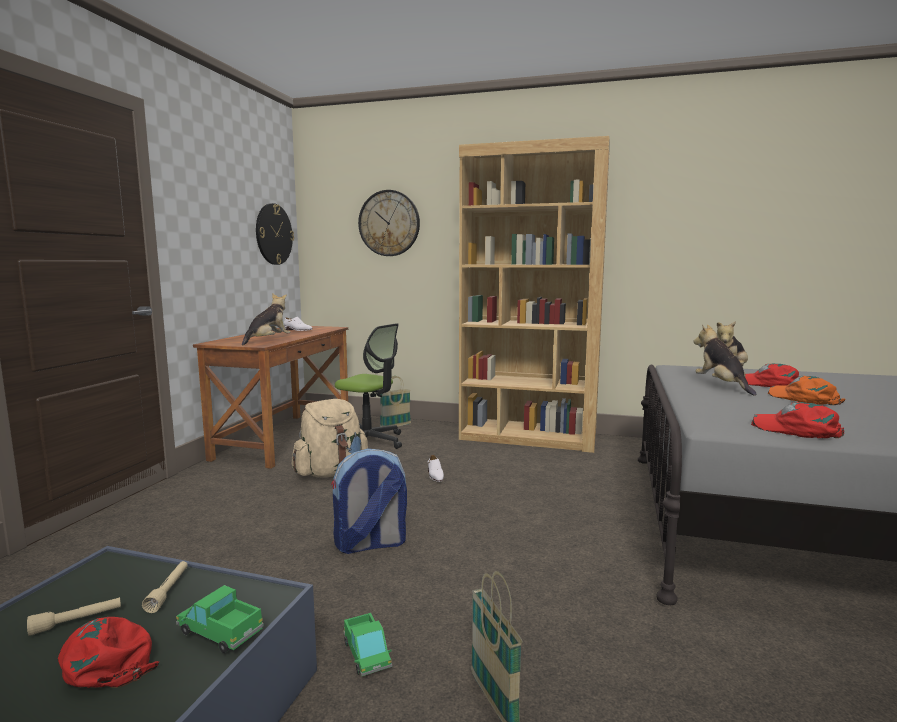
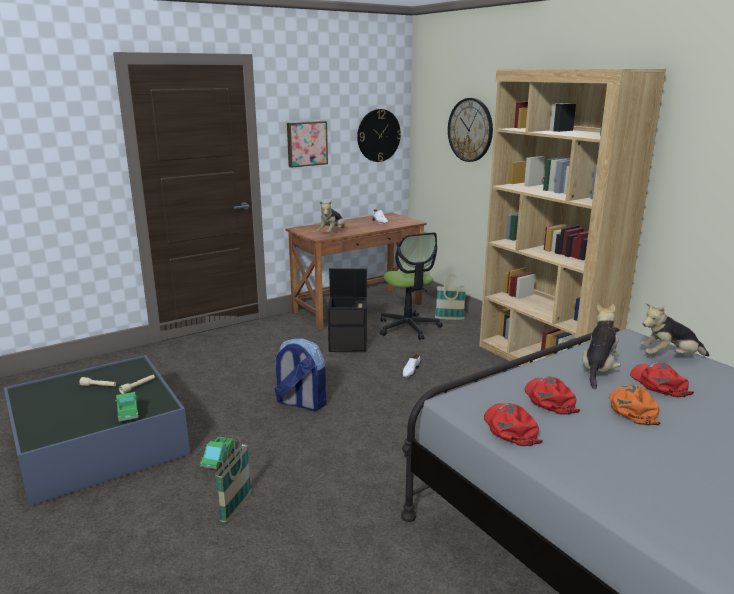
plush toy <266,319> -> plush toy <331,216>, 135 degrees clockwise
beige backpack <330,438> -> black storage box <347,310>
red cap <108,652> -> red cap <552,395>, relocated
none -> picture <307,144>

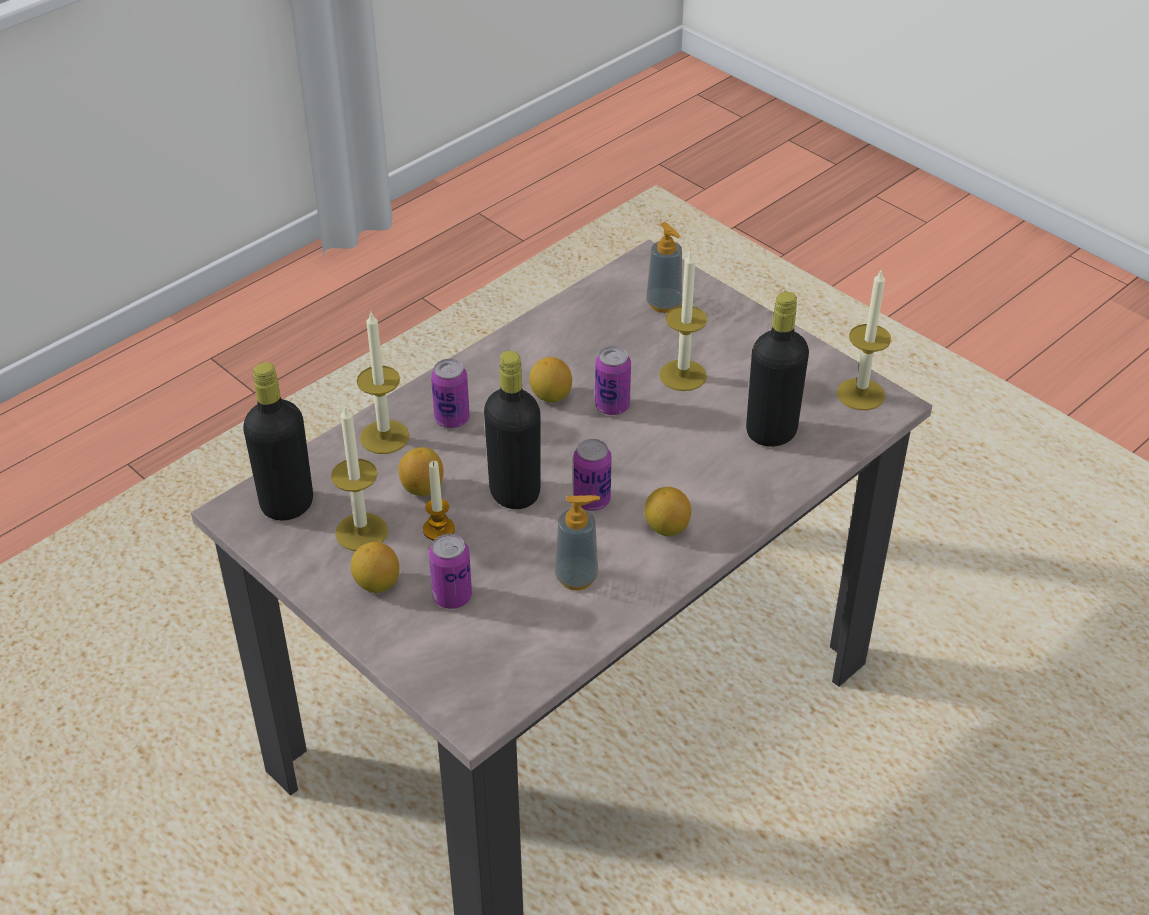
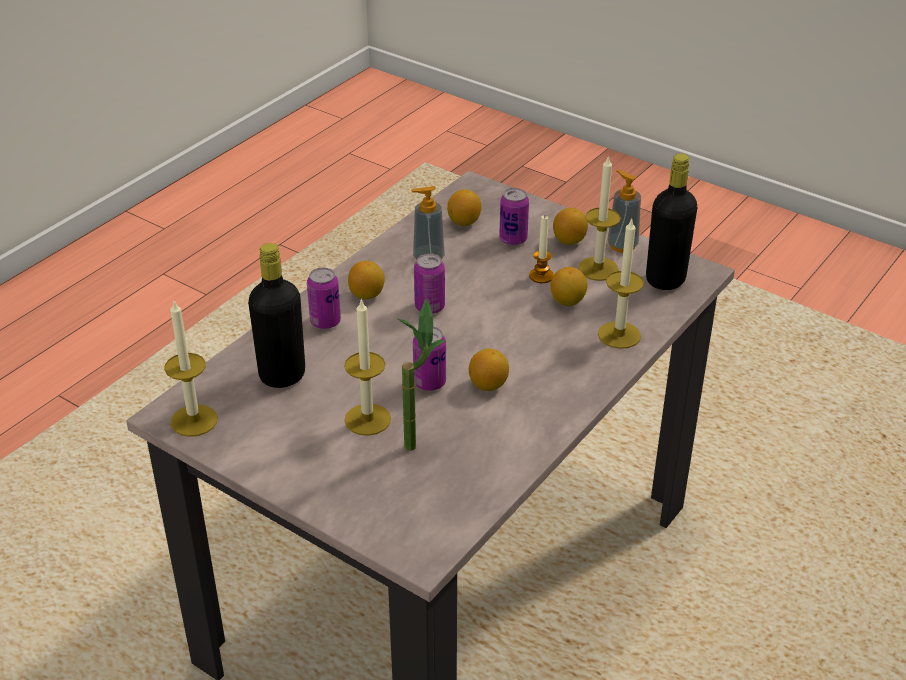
liquid soap bottle <664,267> -> liquid soap bottle <624,211>, relocated
black bottle <512,430> -> none
sealed can <450,393> -> sealed can <324,298>, relocated
none -> lemon <464,208>
none -> potted plant <422,375>

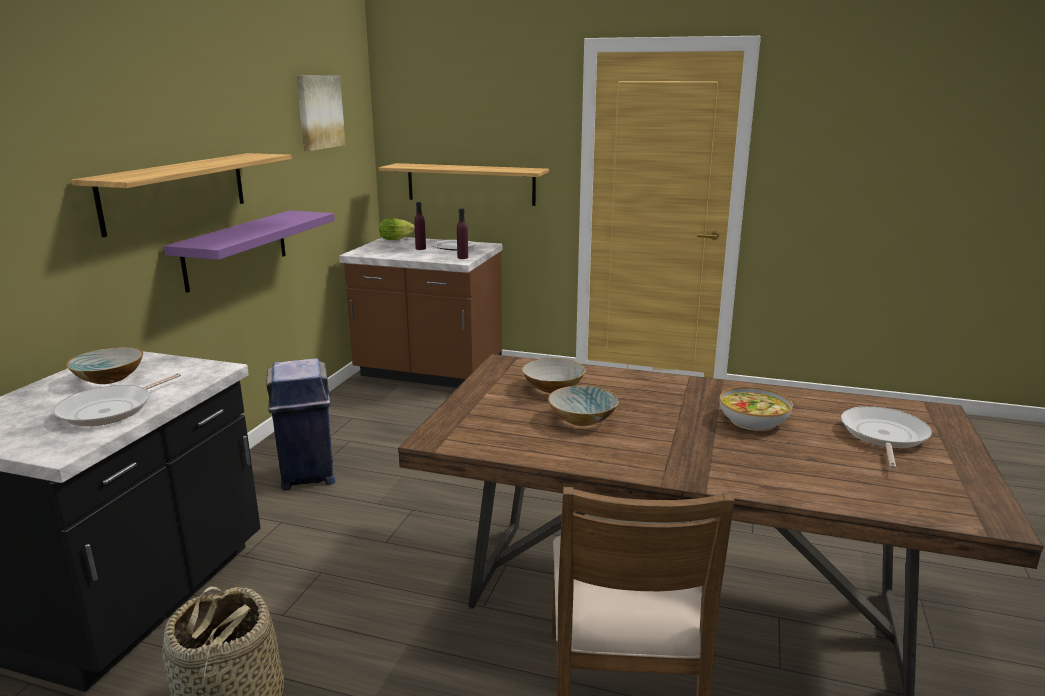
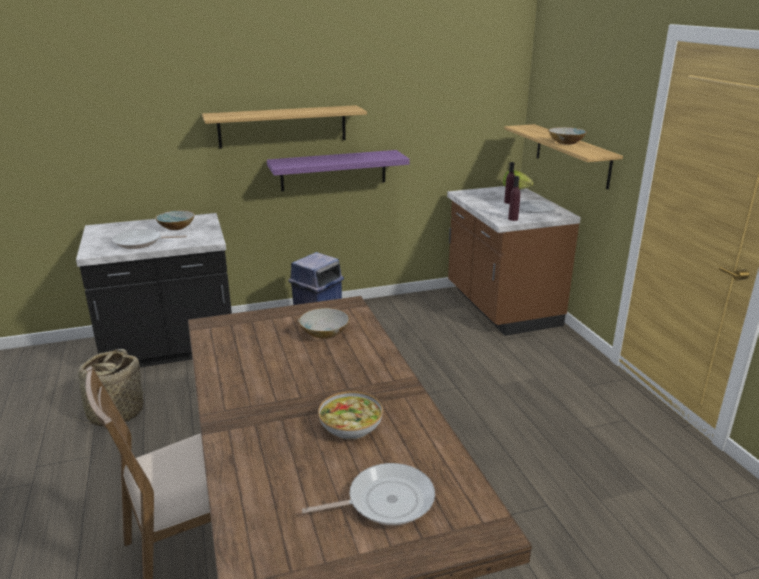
picture <321,113> -> none
deep dish <583,406> -> deep dish <567,136>, relocated

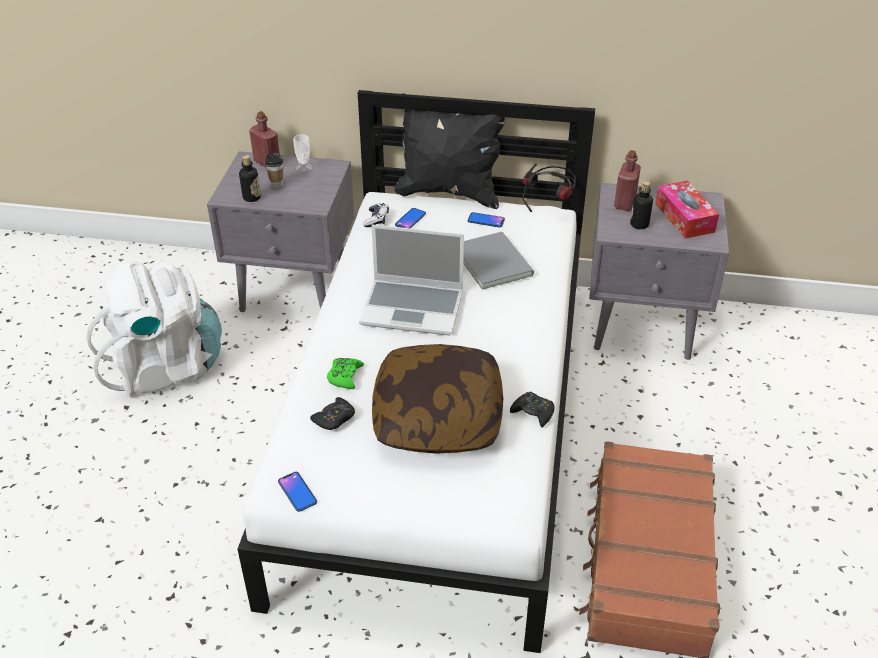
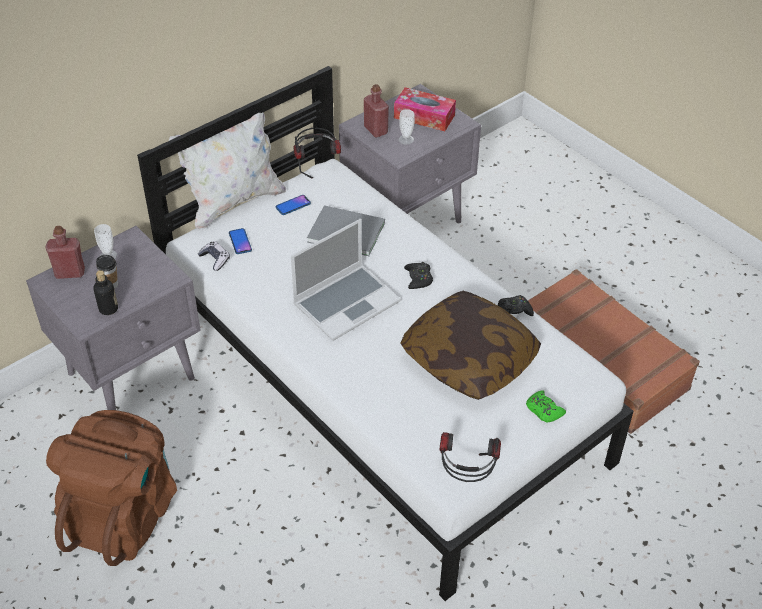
black pillow <449,151> -> white-coloured pillow <227,170>
bottle <641,205> -> drinking cup <407,127>
white-coloured backpack <154,328> -> brownish backpack <111,488>
green gamepad <345,373> -> green gamepad <546,406>, relocated
black gamepad <332,413> -> black gamepad <418,275>, relocated
handset <297,492> -> pair of headphones <470,457>

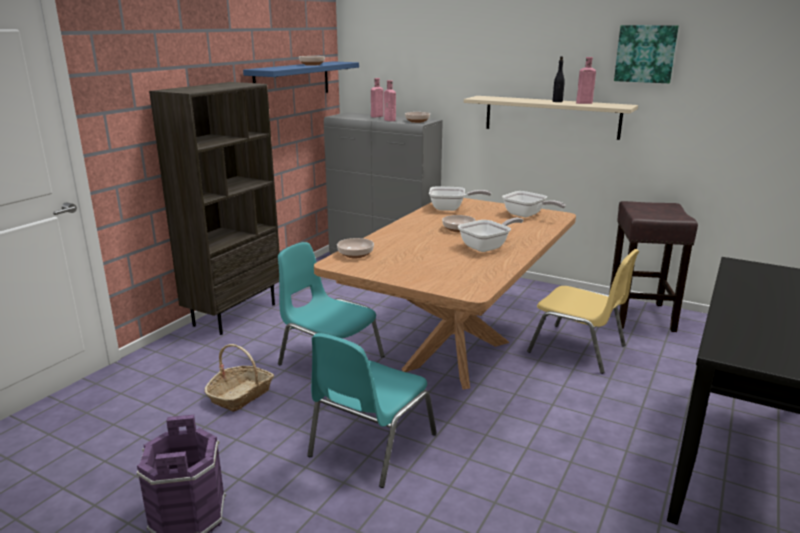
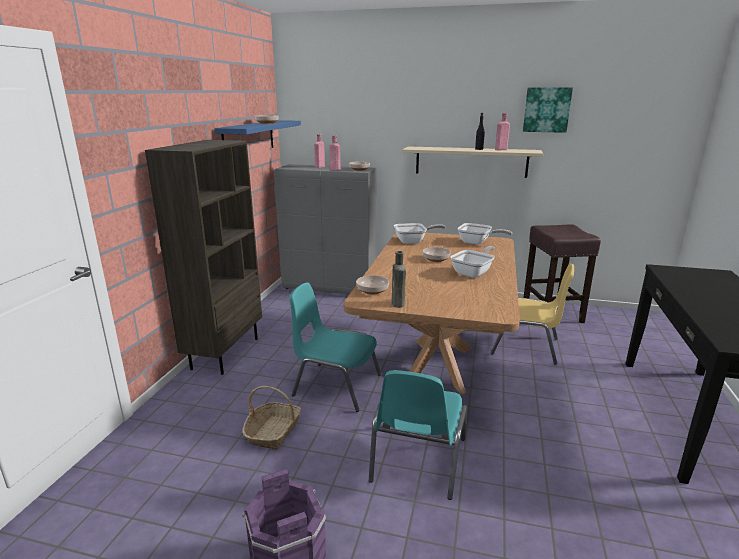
none -> brownish bottle <399,279>

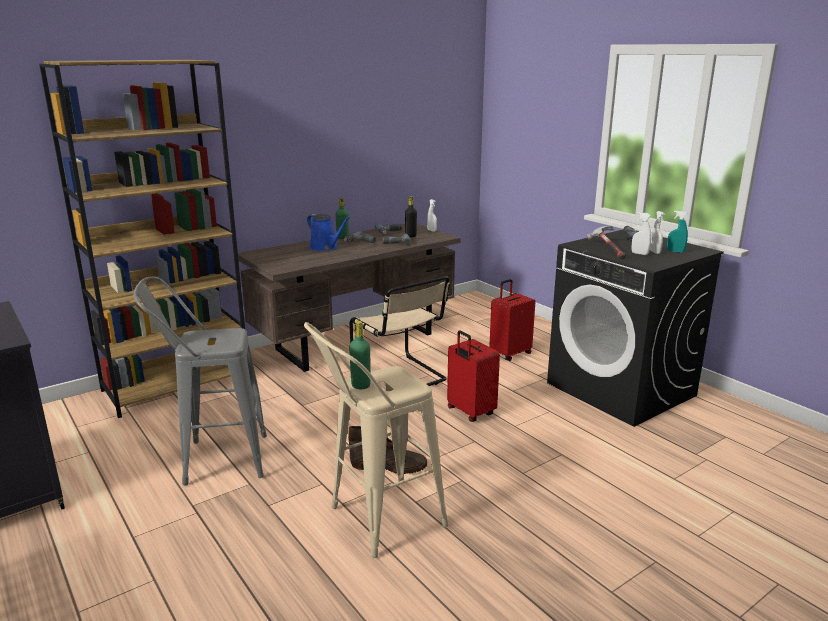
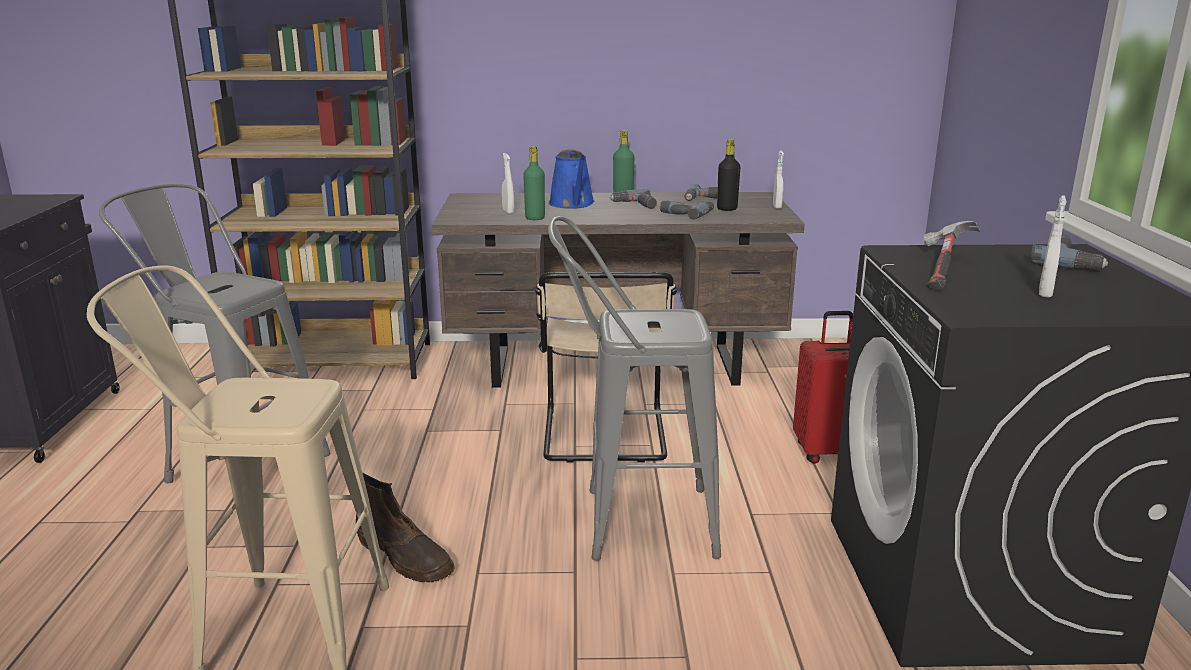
blue-green hand sprayer <677,231> -> none
white-coloured hand sprayer <642,233> -> white-coloured hand sprayer <508,183>, relocated
green bottle <360,355> -> green bottle <534,183>, relocated
red suitcase <473,376> -> greyish stool seat <634,388>

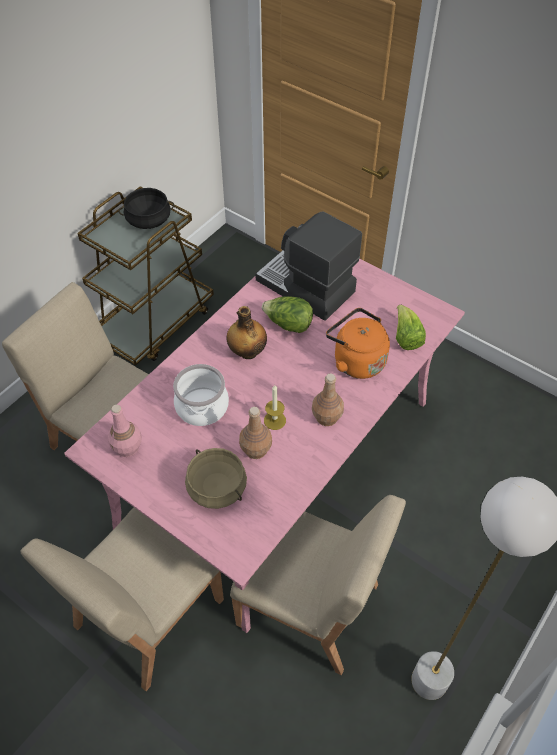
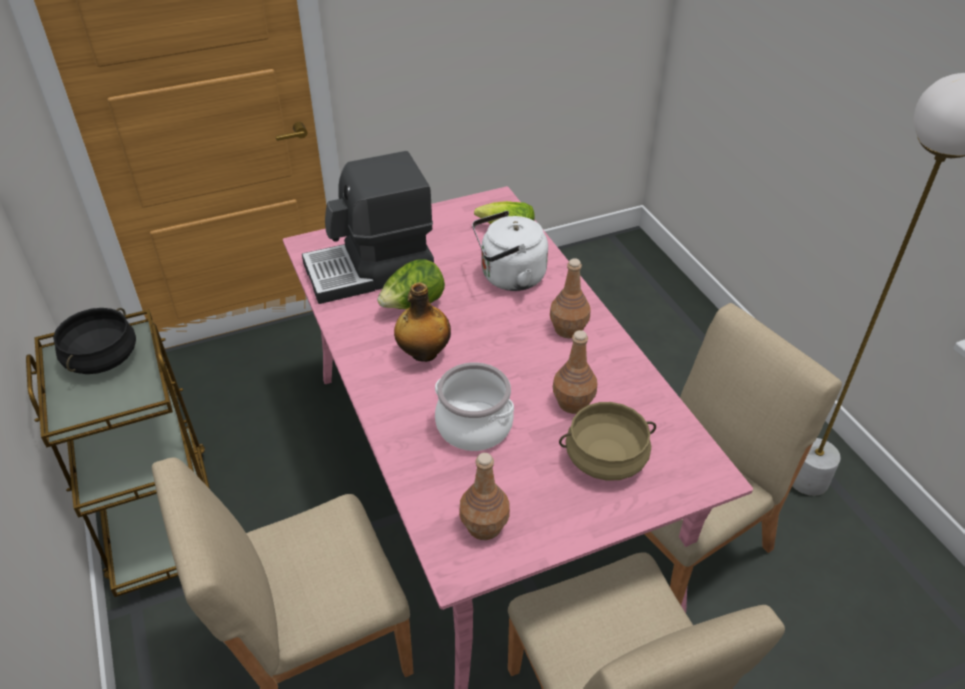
orange-coloured water kettle <358,343> -> white-coloured water kettle <510,251>
wax light <275,407> -> none
pinkish bottle <125,431> -> brownish bottle <484,496>

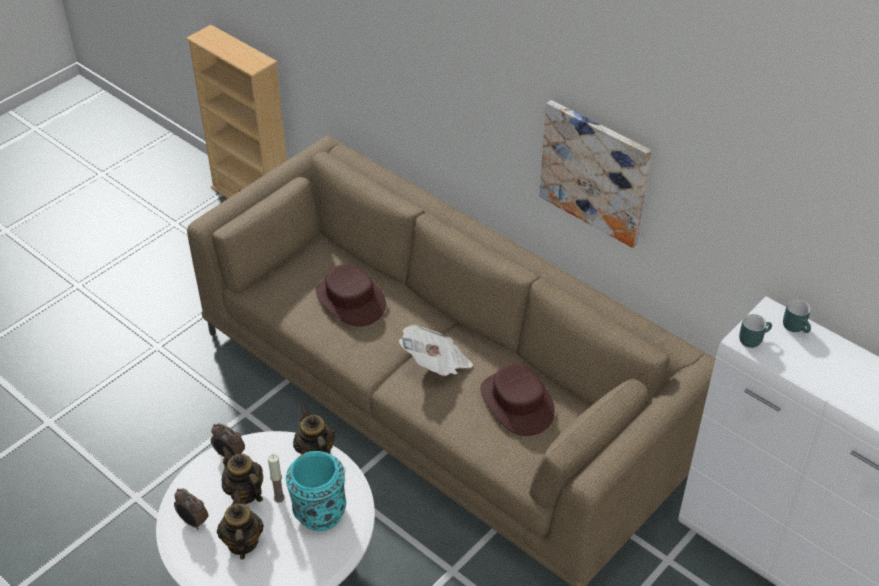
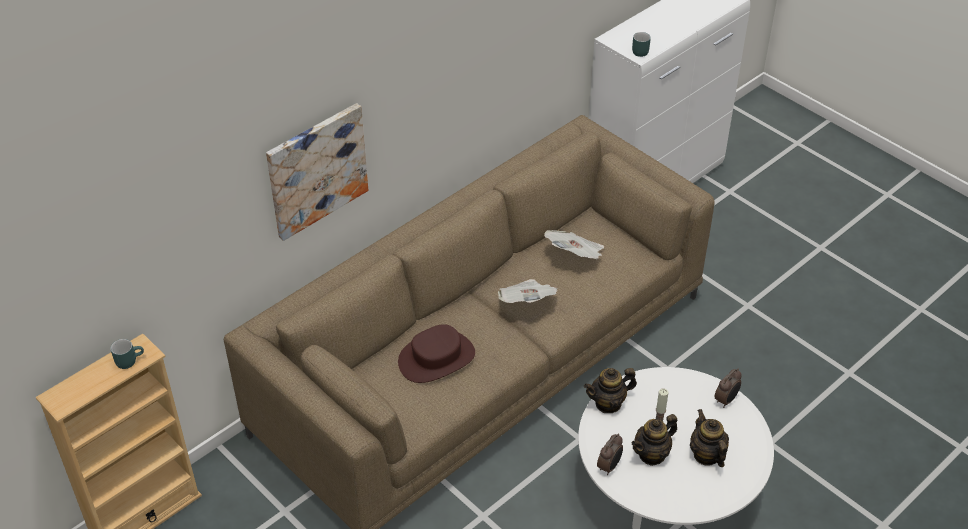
picture <595,174> -> picture <317,172>, relocated
blue-green tea mug <797,316> -> blue-green tea mug <127,354>, relocated
brownish wearable hat <517,400> -> printed paper <574,244>
blue-green vase <316,491> -> none
alarm clock <191,509> -> alarm clock <728,388>, relocated
teapot <240,525> -> teapot <709,438>, 75 degrees clockwise

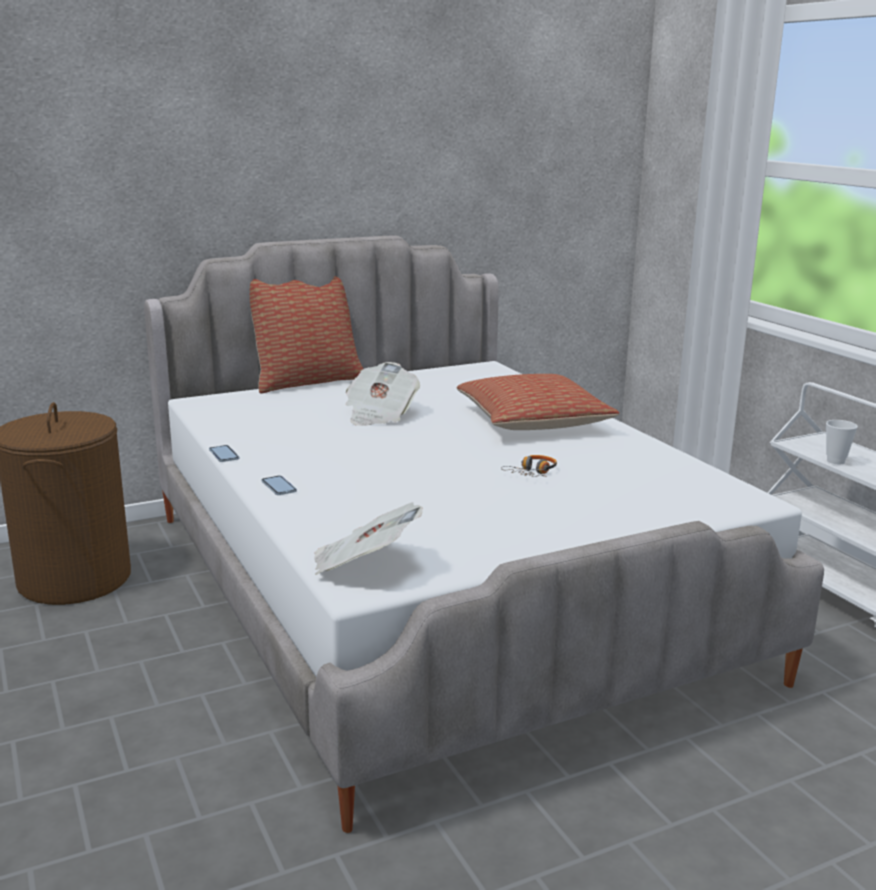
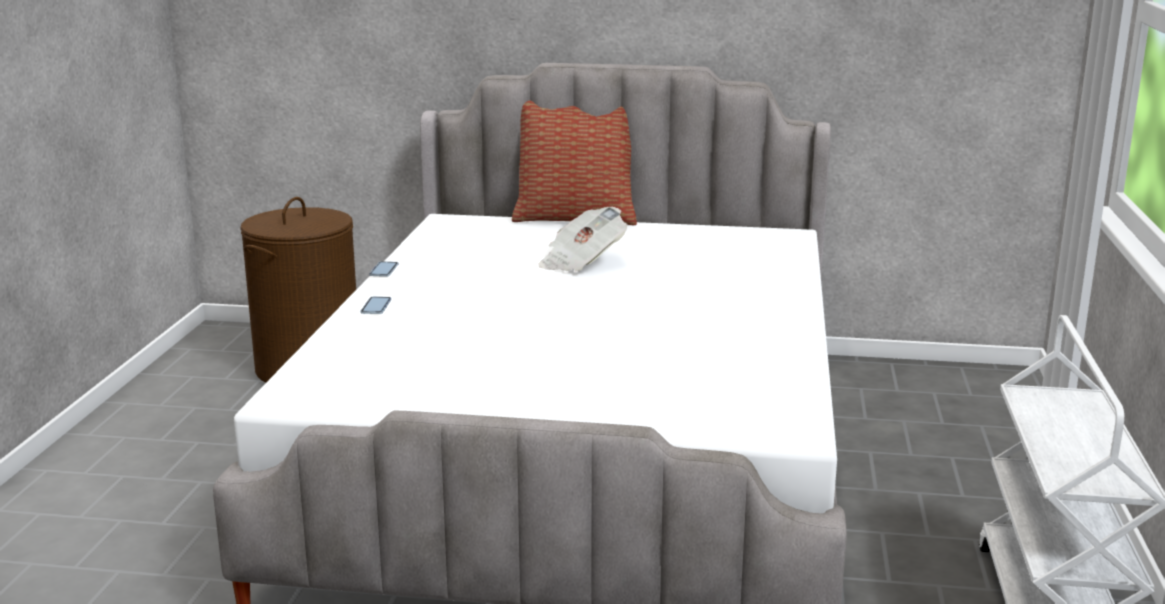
pillow <538,402> -> none
drinking cup <842,442> -> none
pair of headphones <529,466> -> none
printed paper <368,538> -> none

